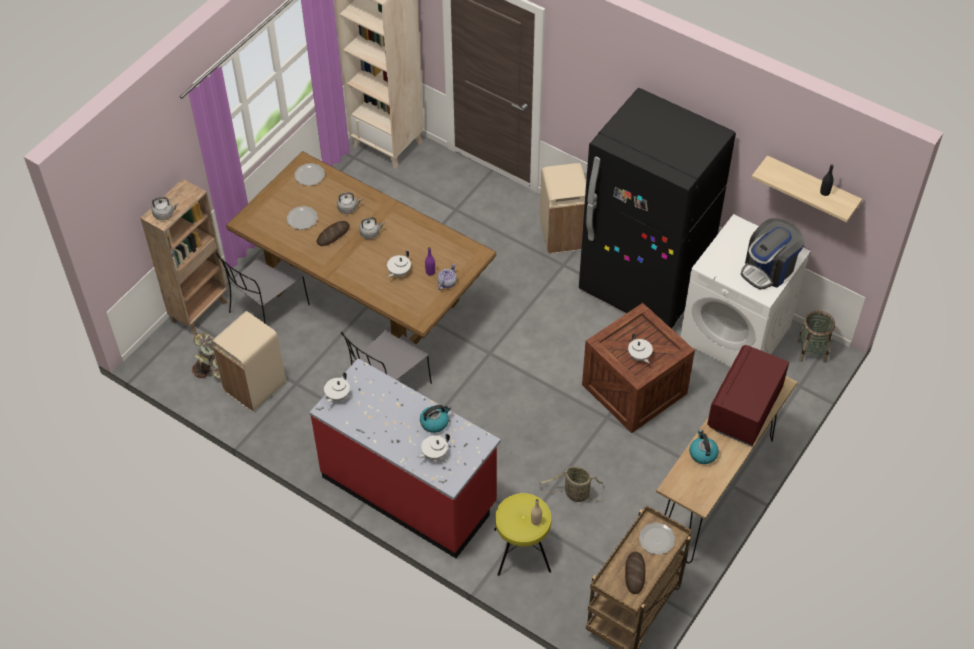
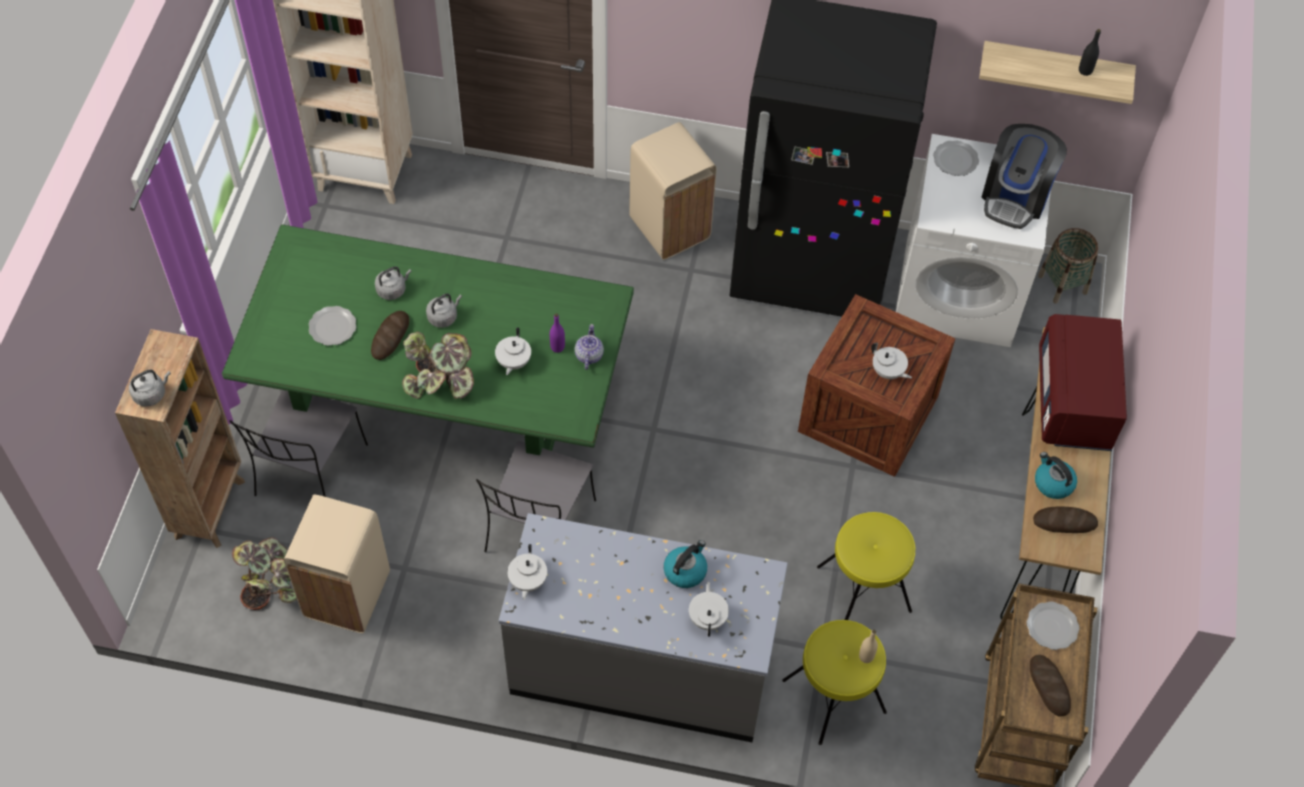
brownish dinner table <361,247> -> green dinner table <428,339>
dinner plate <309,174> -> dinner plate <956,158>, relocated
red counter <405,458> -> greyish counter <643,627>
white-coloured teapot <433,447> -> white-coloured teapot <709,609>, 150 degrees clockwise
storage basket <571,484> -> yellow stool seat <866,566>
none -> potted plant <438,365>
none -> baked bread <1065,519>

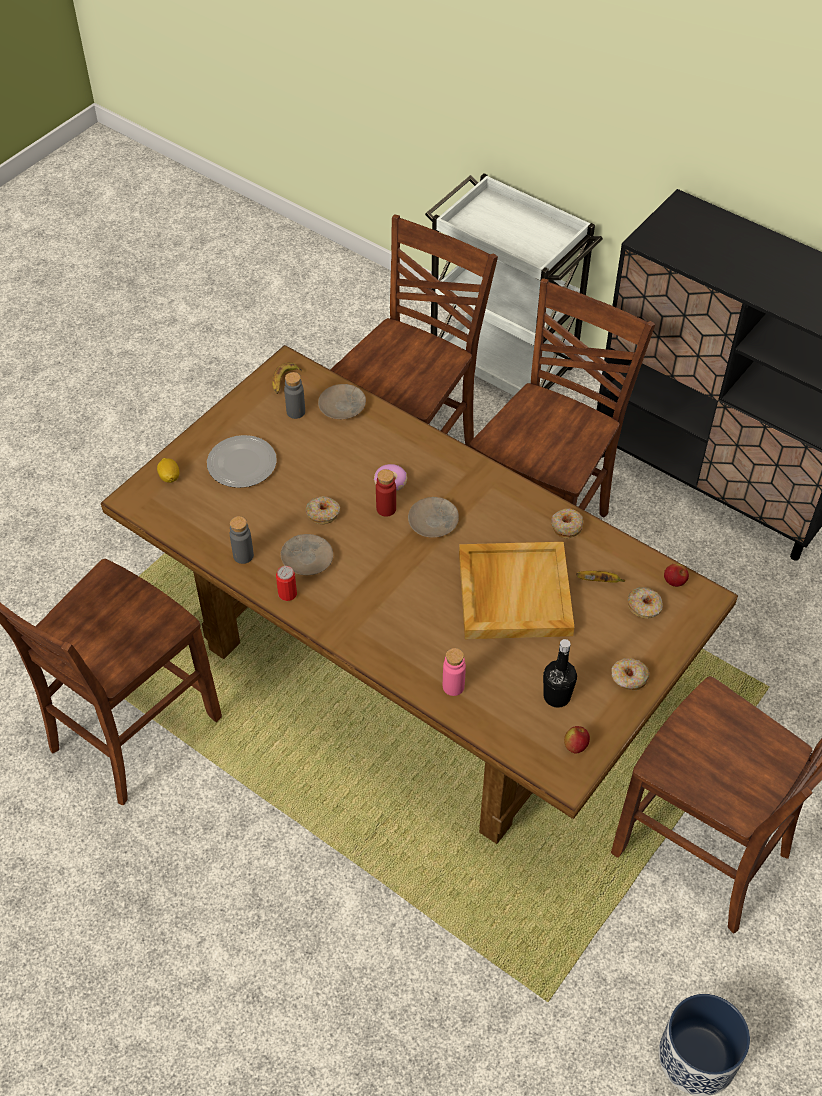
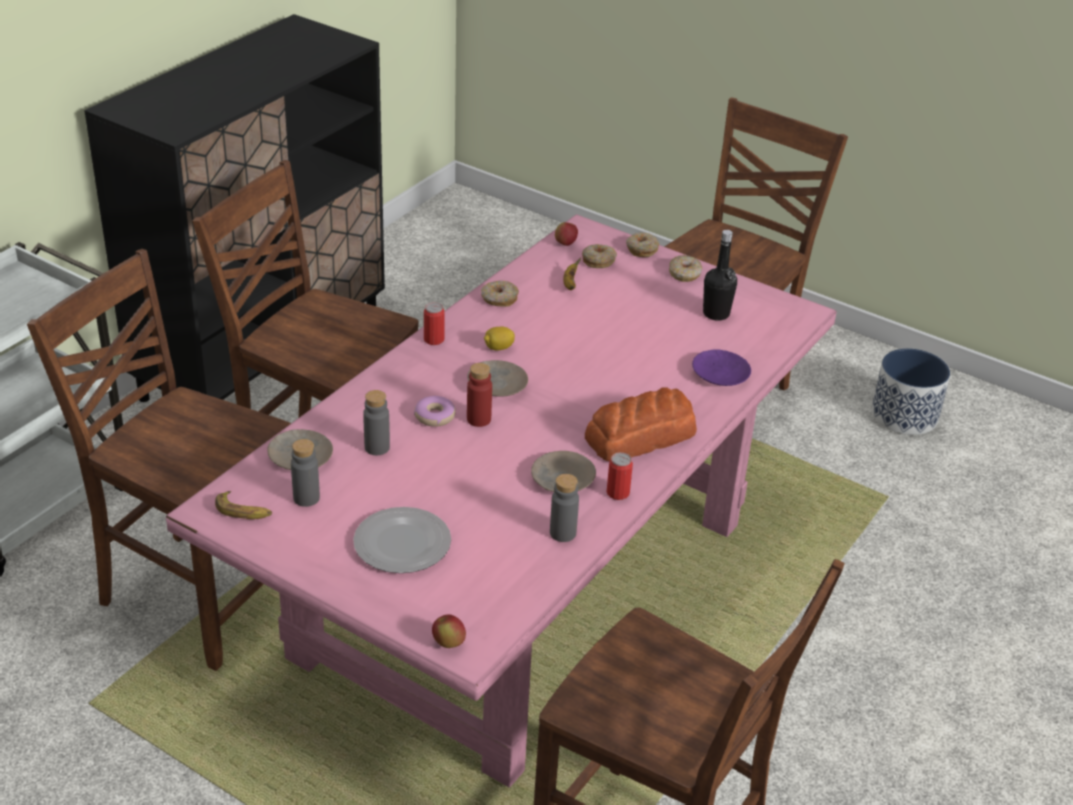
brownish dinner table <419,594> -> pinkish dinner table <501,500>
lemon <168,470> -> lemon <499,339>, relocated
ring doughnut <323,510> -> ring doughnut <642,245>, relocated
beige serving tray <517,590> -> none
pinkish bottle <454,672> -> purple-coloured dinner plate <721,367>
apple fruit <577,739> -> apple fruit <449,631>, relocated
none -> sealed can <434,323>
none -> baked bread <641,424>
none -> greyish bottle <376,422>

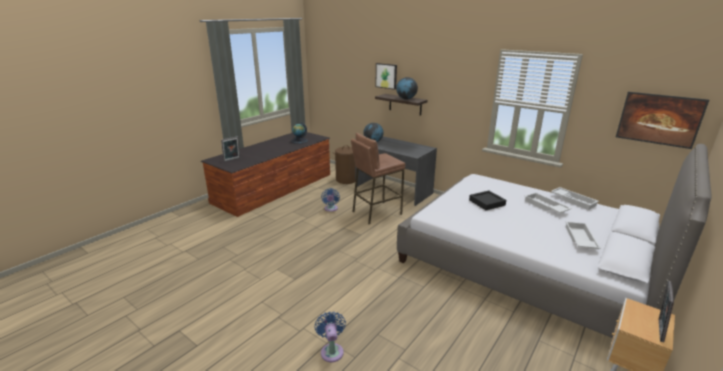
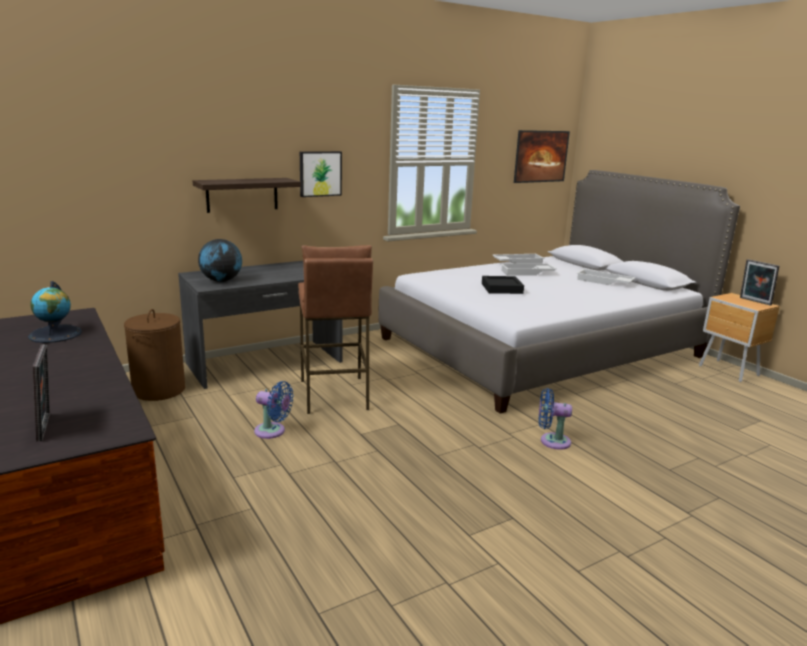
picture <386,76> -> picture <321,174>, relocated
world globe <407,88> -> none
bluish cooling fan <330,336> -> bluish cooling fan <555,419>, relocated

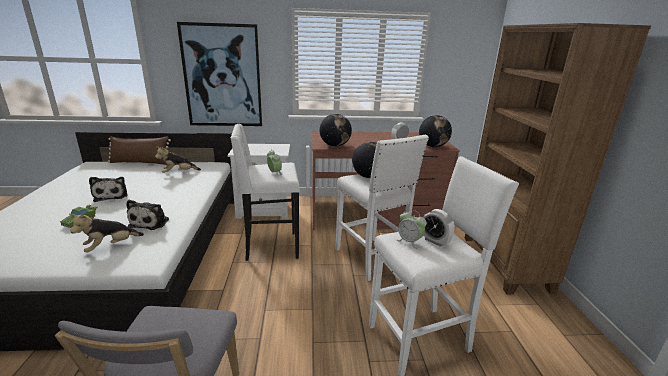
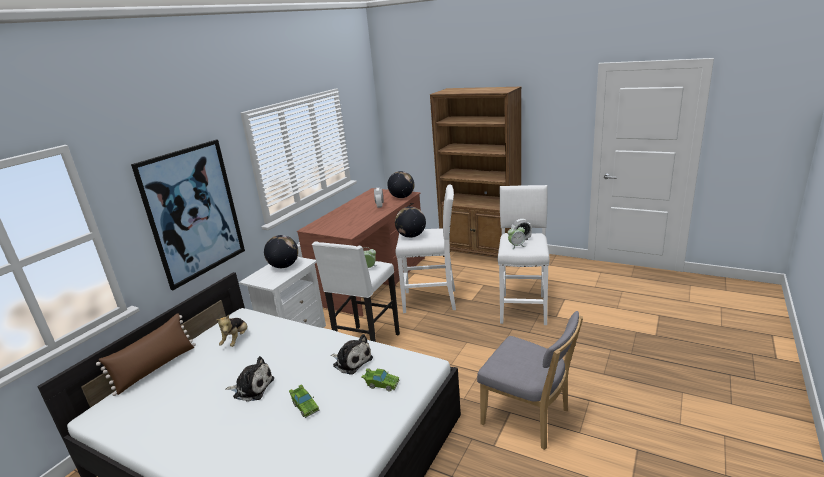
world globe <335,130> -> world globe <281,251>, relocated
plush toy <106,233> -> green toy car <380,380>

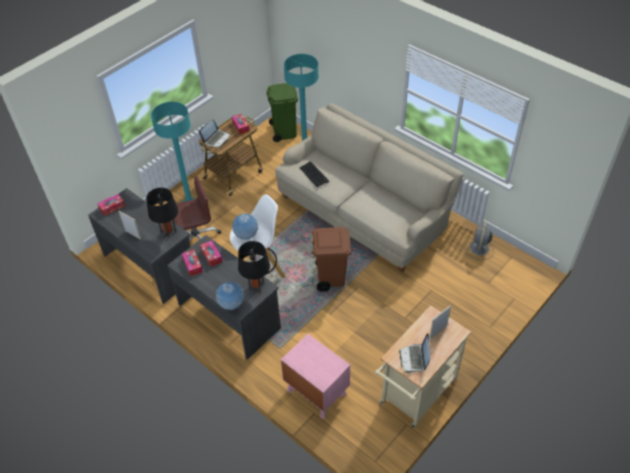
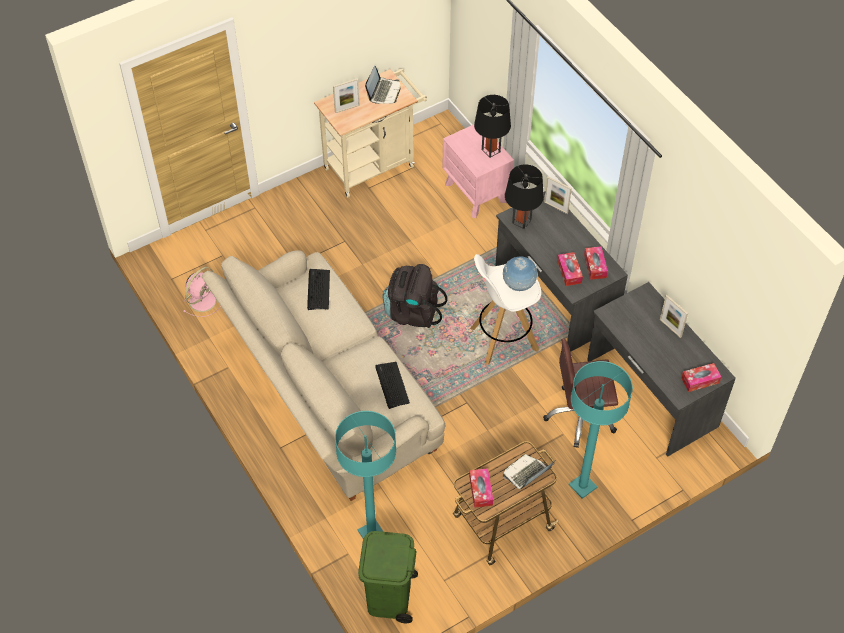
black table lamp <162,213> -> black table lamp <492,126>, relocated
greyish cooling fan <479,240> -> pinkish cooling fan <202,292>
brownish waste bin <330,259> -> black backpack <414,296>
world globe <230,296> -> picture frame <558,195>
none -> PC keyboard <318,289>

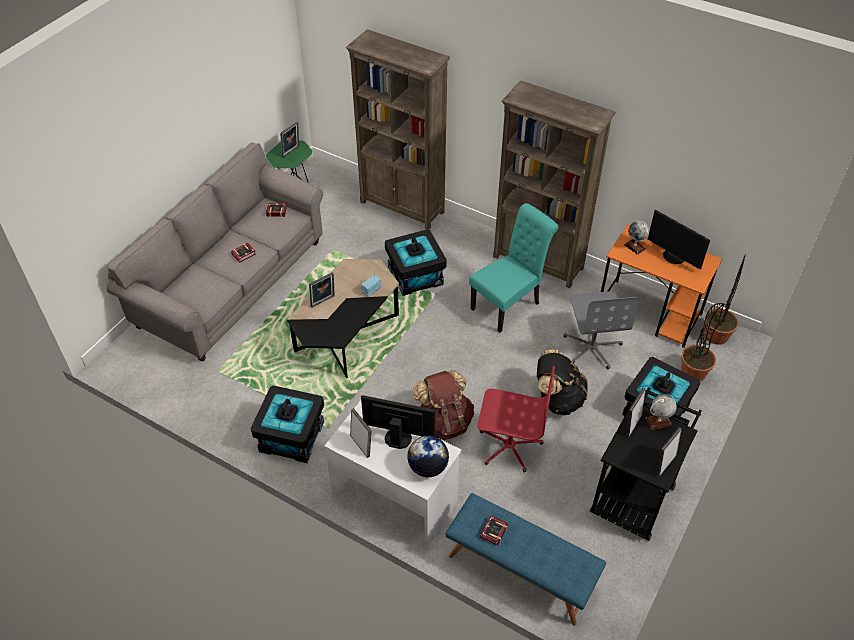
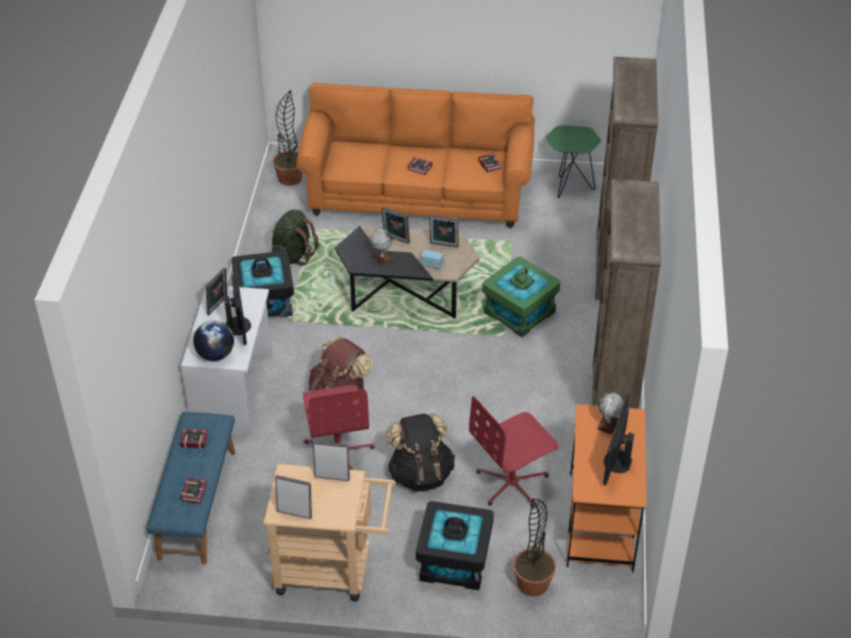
picture frame <289,140> -> picture frame <443,231>, relocated
greyish settee <214,251> -> orange-coloured settee <415,155>
blue-green plain chair <513,268> -> none
black storage box <416,262> -> green storage box <521,297>
potted plant <725,299> -> potted plant <288,138>, relocated
greyish computer chair <600,330> -> red computer chair <514,452>
black trolley <646,464> -> beige trolley <329,533>
world globe <661,412> -> world globe <382,247>, relocated
none -> green backpack <295,237>
none -> volume <194,491>

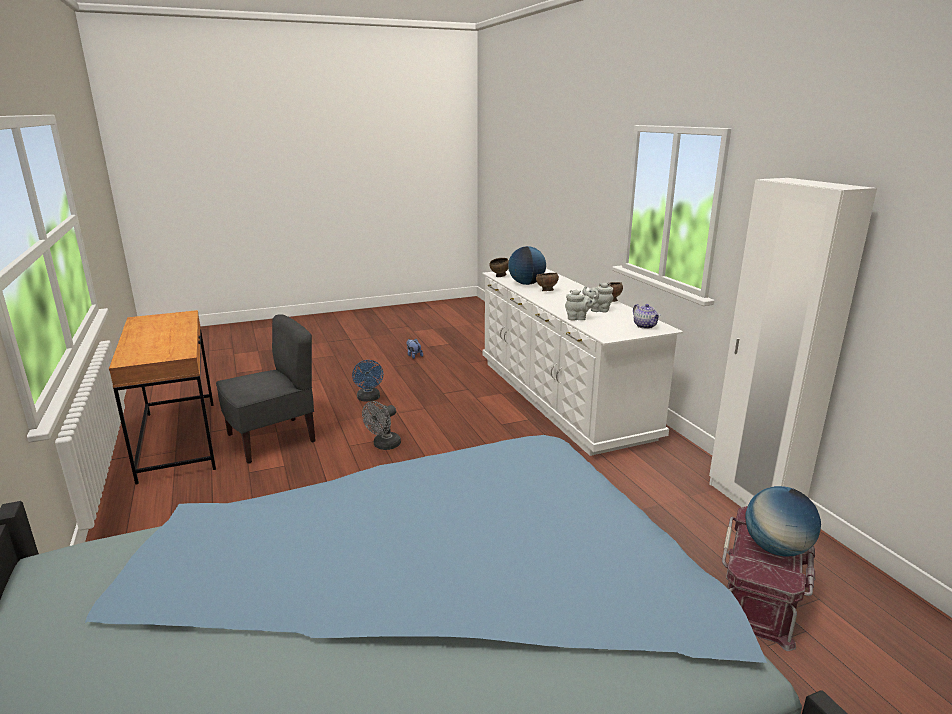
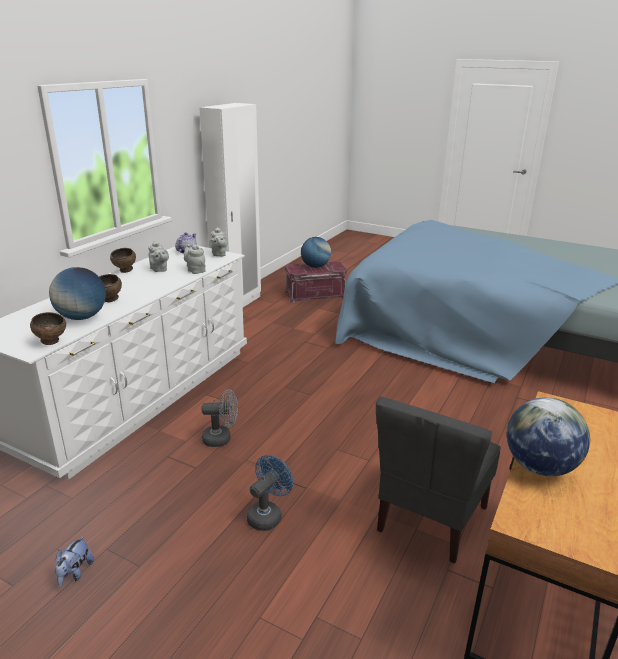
greyish plain chair <266,389> -> greyish plain chair <438,480>, 75 degrees counterclockwise
greyish cooling fan <381,425> -> greyish cooling fan <220,418>, relocated
none -> greyish teapot <218,241>
none -> world globe <548,436>

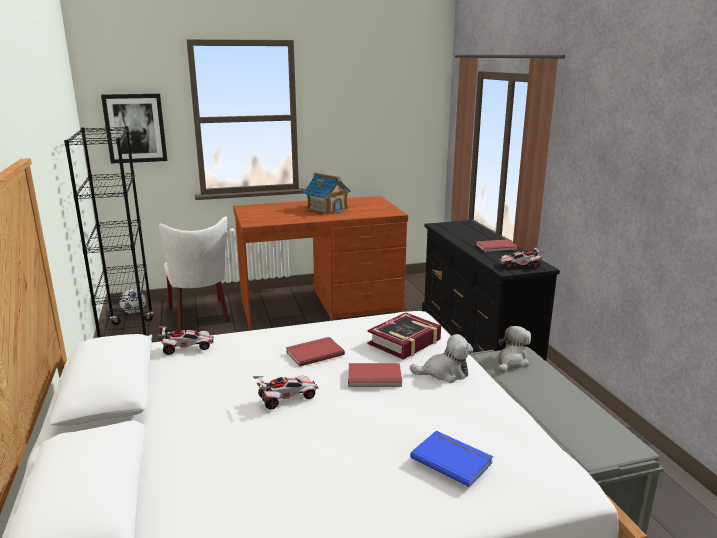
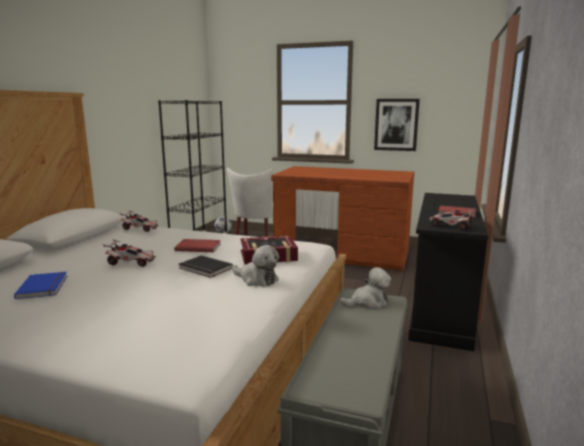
picture <134,129> -> picture <397,125>, relocated
miniature house <327,194> -> none
red volume <375,375> -> black volume <206,266>
bluish volume <451,459> -> bluish volume <40,285>, relocated

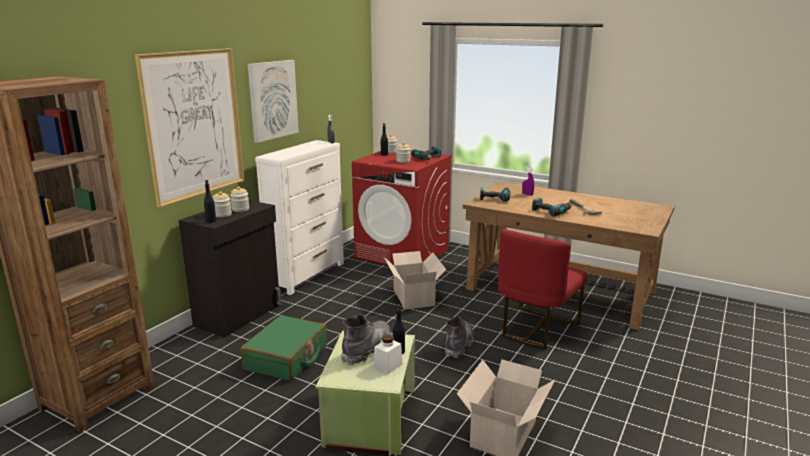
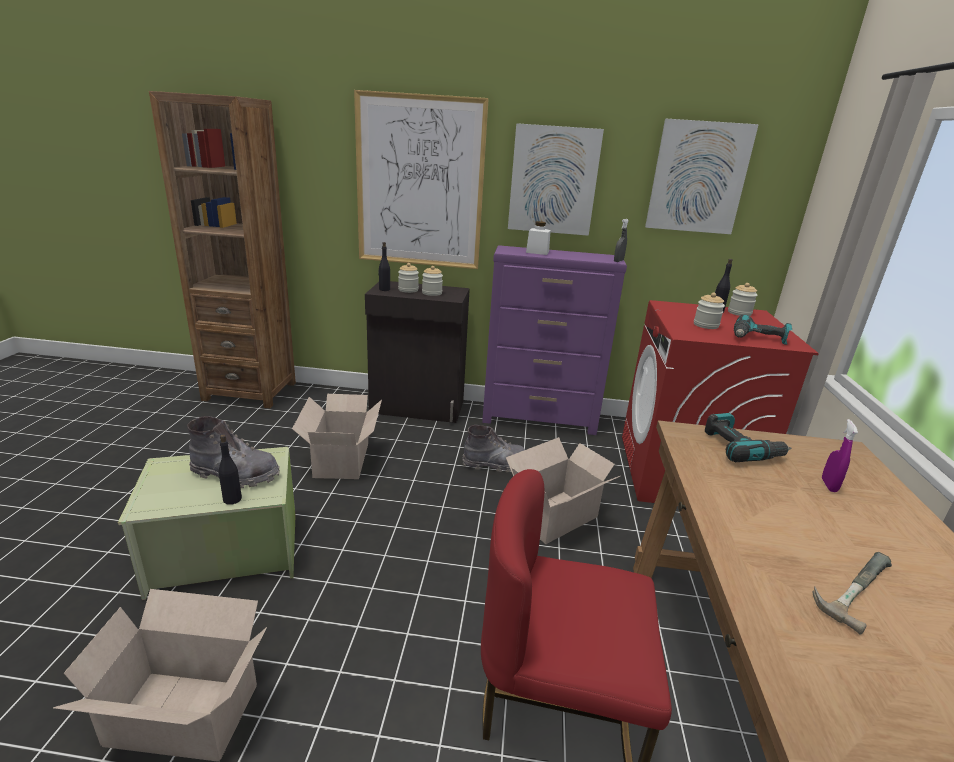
white-coloured dresser <299,217> -> purple-coloured dresser <554,340>
drill <551,207> -> none
green suitcase <283,348> -> cardboard box <337,436>
greyish high-top boot <459,337> -> greyish high-top boot <493,448>, relocated
white-coloured jar <388,354> -> white-coloured jar <538,238>, relocated
none -> picture <702,176>

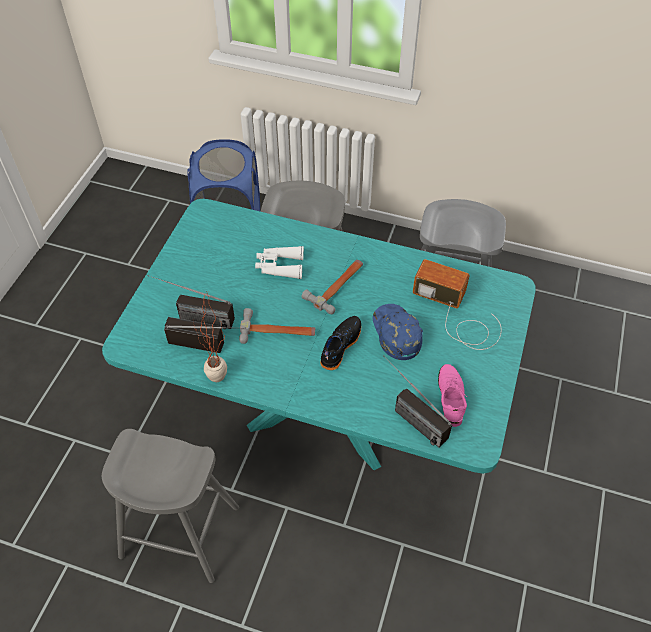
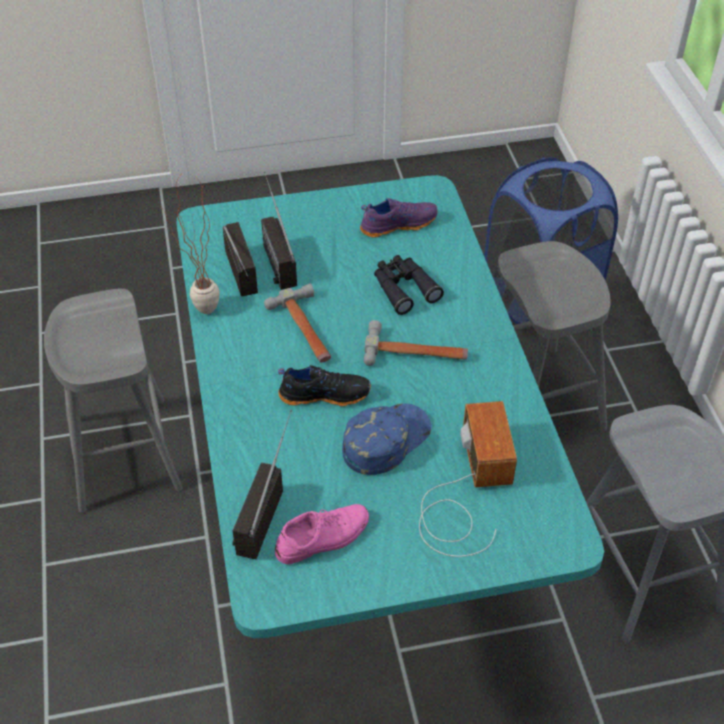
white-coloured binoculars <279,262> -> black binoculars <409,285>
none -> purple-coloured shoe <399,217>

